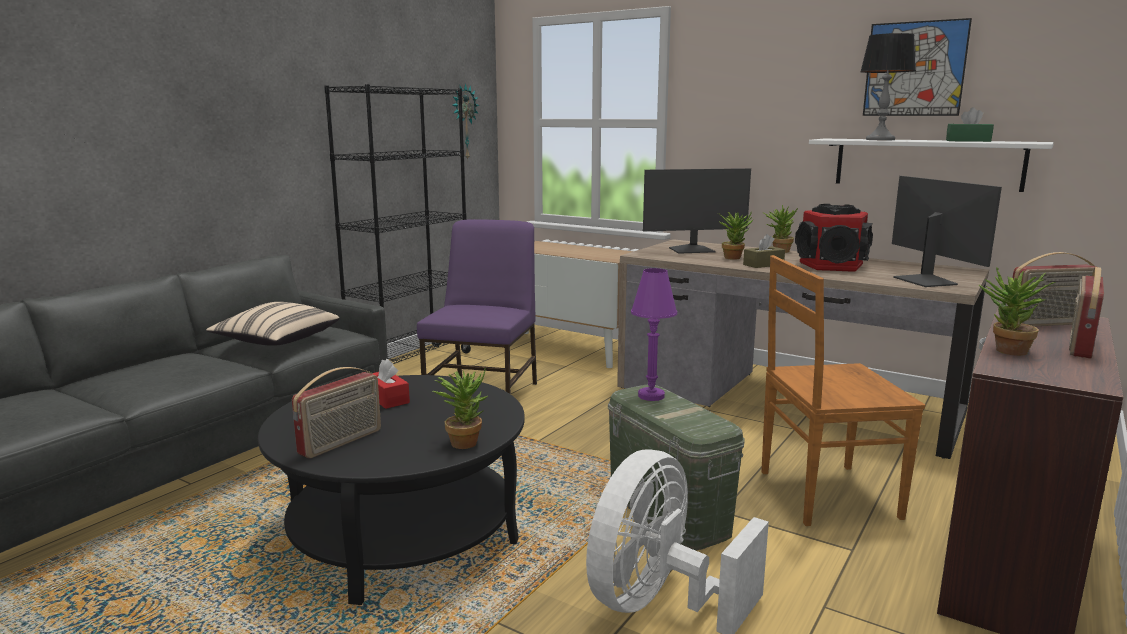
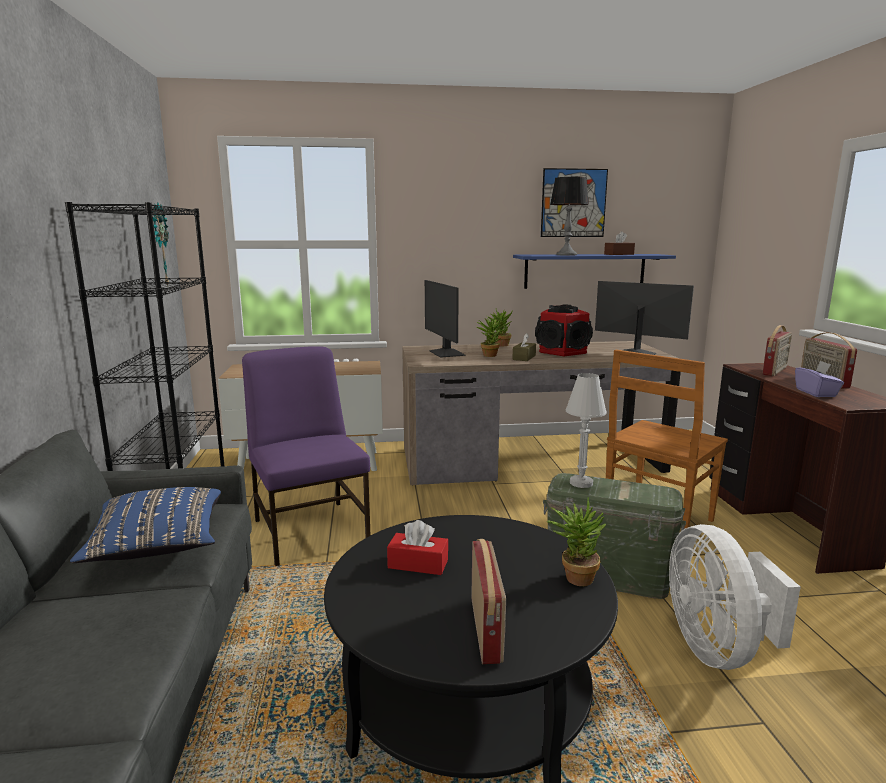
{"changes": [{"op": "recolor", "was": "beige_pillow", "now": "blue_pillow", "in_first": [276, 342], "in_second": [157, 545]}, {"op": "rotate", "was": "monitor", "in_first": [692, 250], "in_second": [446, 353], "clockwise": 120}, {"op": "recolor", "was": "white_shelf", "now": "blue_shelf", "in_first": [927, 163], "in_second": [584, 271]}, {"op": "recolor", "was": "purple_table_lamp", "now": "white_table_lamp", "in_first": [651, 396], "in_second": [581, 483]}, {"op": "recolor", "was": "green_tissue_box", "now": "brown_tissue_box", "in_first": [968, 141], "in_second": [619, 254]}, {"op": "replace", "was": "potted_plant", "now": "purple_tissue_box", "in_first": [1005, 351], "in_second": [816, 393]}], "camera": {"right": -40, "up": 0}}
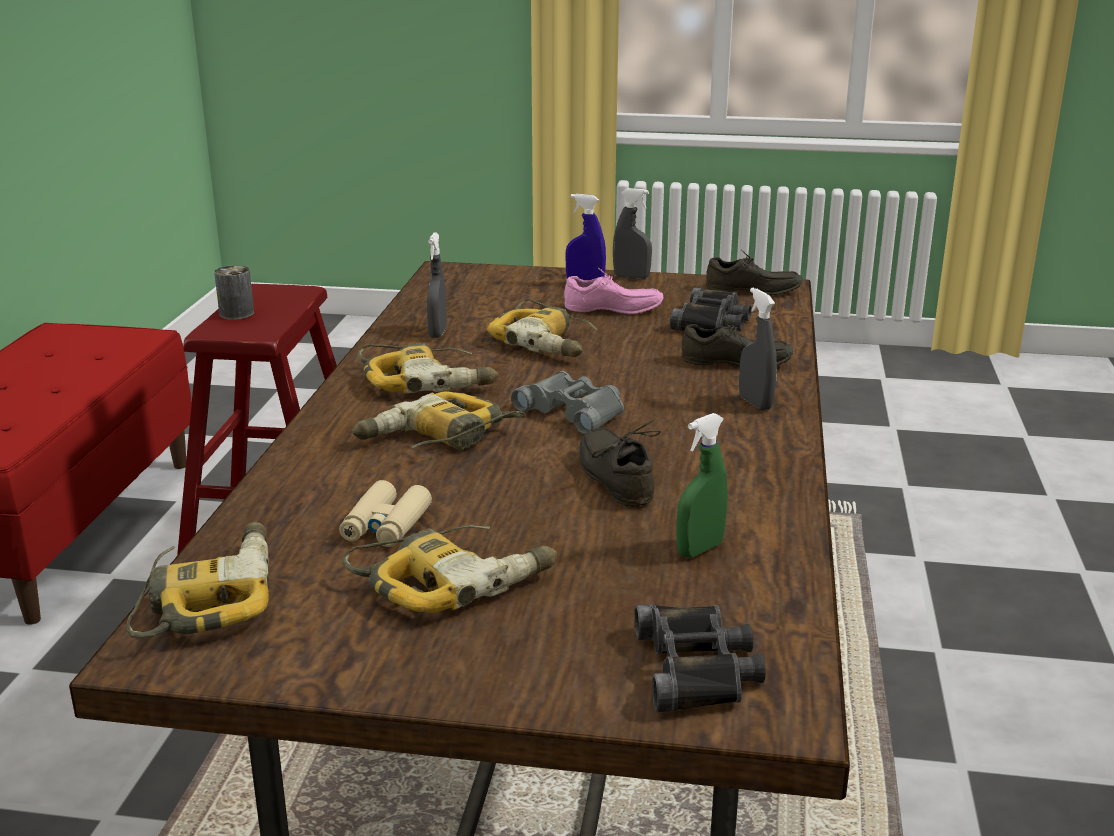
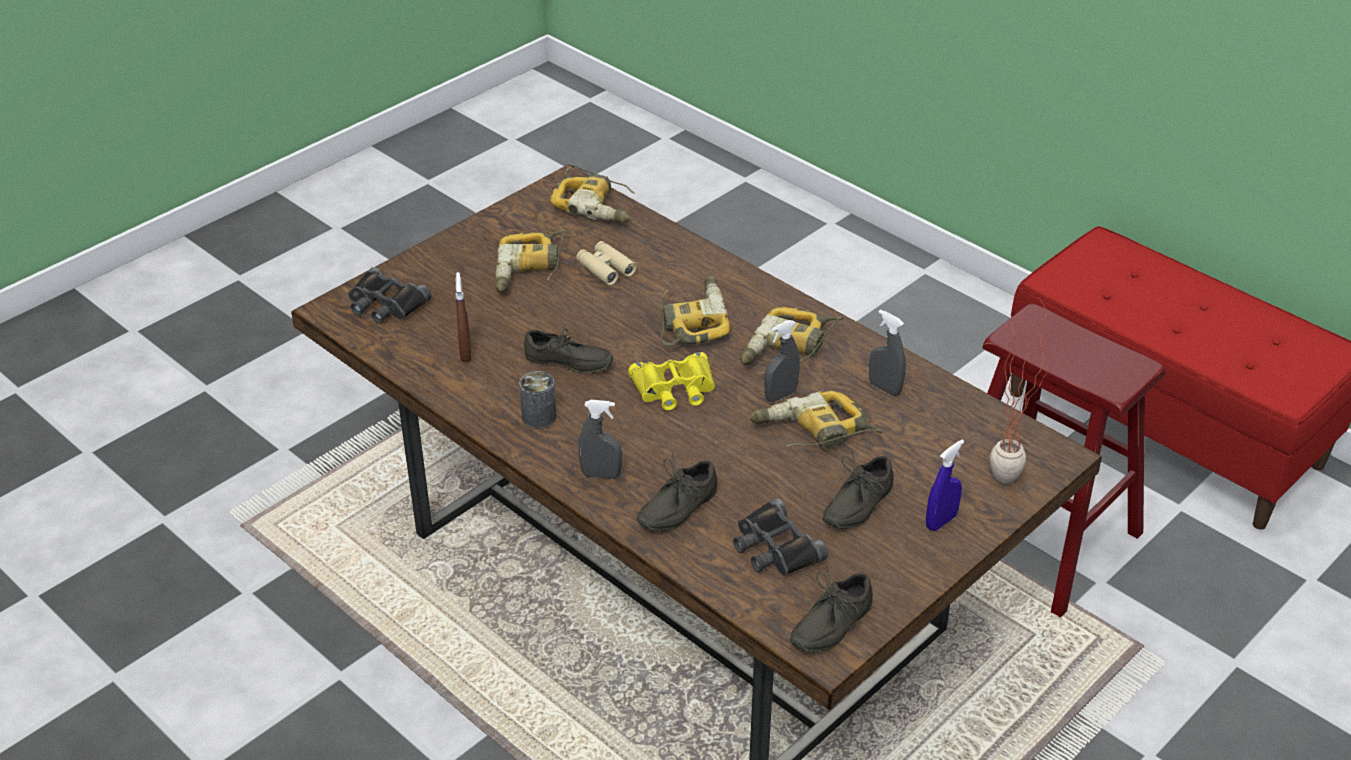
{"changes": [{"op": "recolor", "was": "green_spray_bottle", "now": "brown_spray_bottle", "in_first": [700, 549], "in_second": [465, 353]}, {"op": "move", "was": "can", "in_first": [236, 313], "in_second": [539, 417]}, {"op": "recolor", "was": "grey_binoculars", "now": "yellow_binoculars", "in_first": [574, 411], "in_second": [674, 389]}, {"op": "move", "was": "grey_spray_bottle", "in_first": [631, 277], "in_second": [780, 395]}, {"op": "recolor", "was": "pink_shoe", "now": "grey_shoe", "in_first": [613, 310], "in_second": [855, 504]}, {"op": "insert", "now": "potted_plant", "in_second": [1013, 475]}], "camera": {"right": 125, "up": 15}}
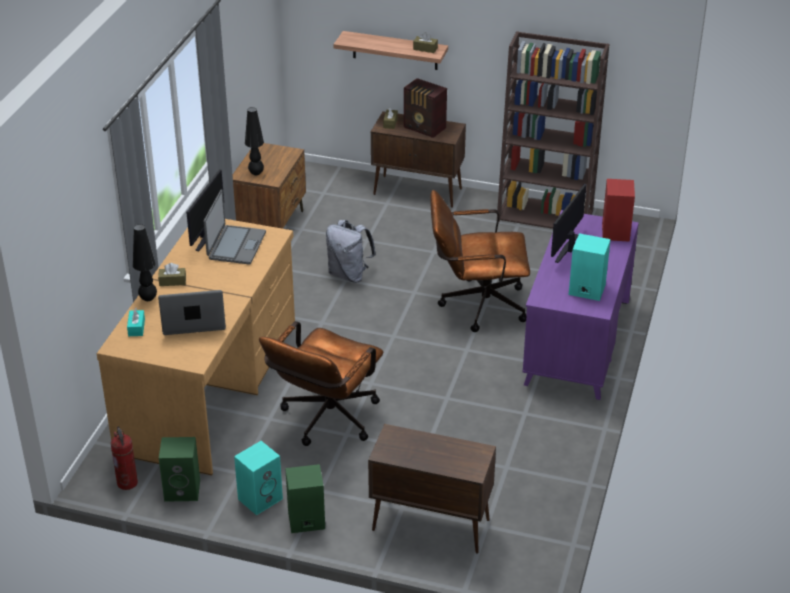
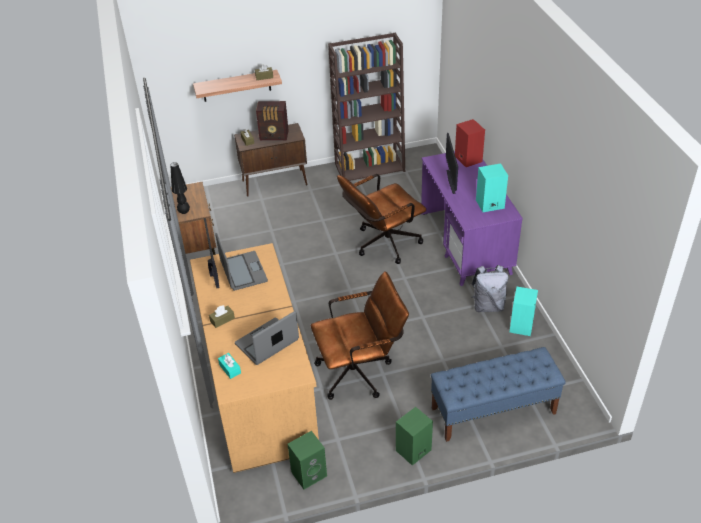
{"changes": [{"op": "rotate", "was": "brown_office_chair", "in_first": [325, 421], "in_second": [360, 371], "clockwise": -105}, {"op": "replace", "was": "brown_cabinet", "now": "blue_bench", "in_first": [429, 525], "in_second": [493, 411]}, {"op": "move", "was": "grey_backpack", "in_first": [349, 274], "in_second": [488, 306]}, {"op": "move", "was": "turquoise_speaker", "in_first": [260, 498], "in_second": [520, 325]}, {"op": "delete", "was": "fire_extinguisher", "in_first": [128, 483]}, {"op": "delete", "was": "black_table_lamp", "in_first": [148, 298]}], "camera": {"right": -30, "up": 5}}
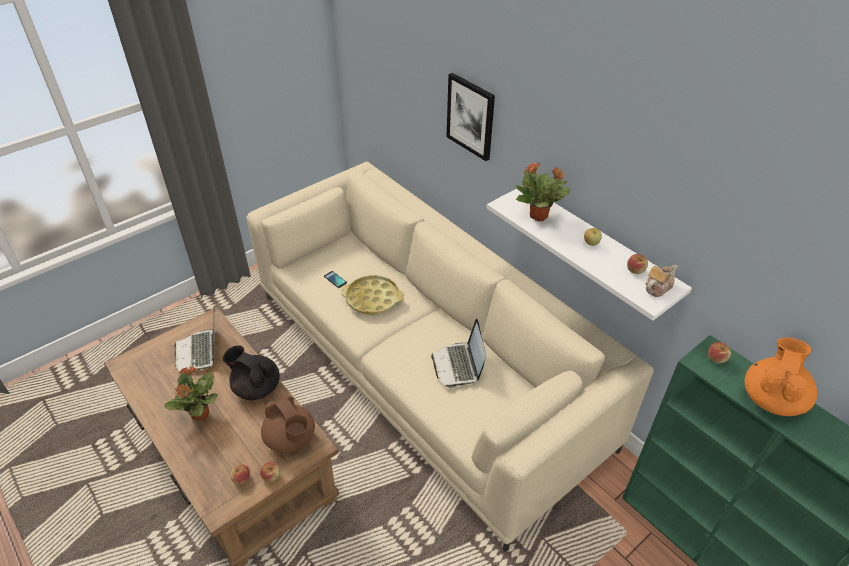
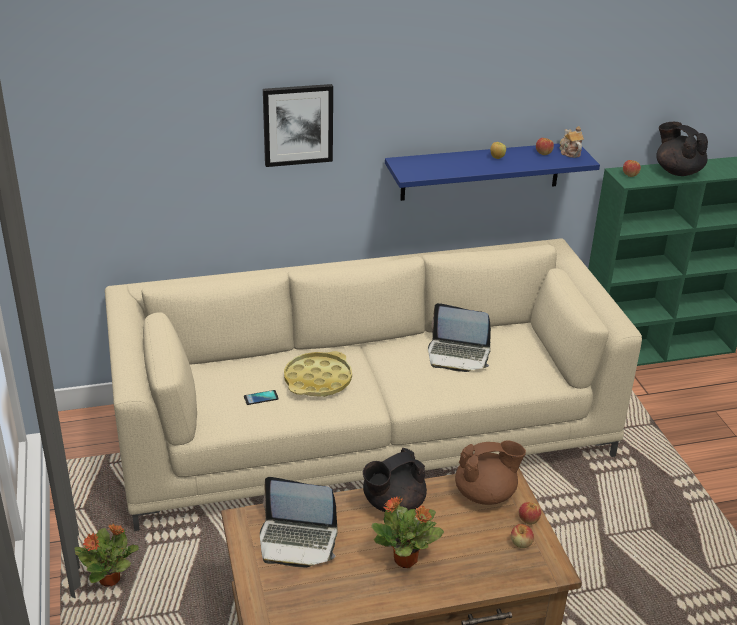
{"changes": [{"op": "move", "was": "potted_plant", "in_first": [539, 216], "in_second": [110, 579]}, {"op": "recolor", "was": "white_shelf", "now": "blue_shelf", "in_first": [596, 250], "in_second": [481, 171]}, {"op": "recolor", "was": "orange_teapot", "now": "black_teapot", "in_first": [772, 399], "in_second": [677, 171]}], "camera": {"right": -65, "up": -10}}
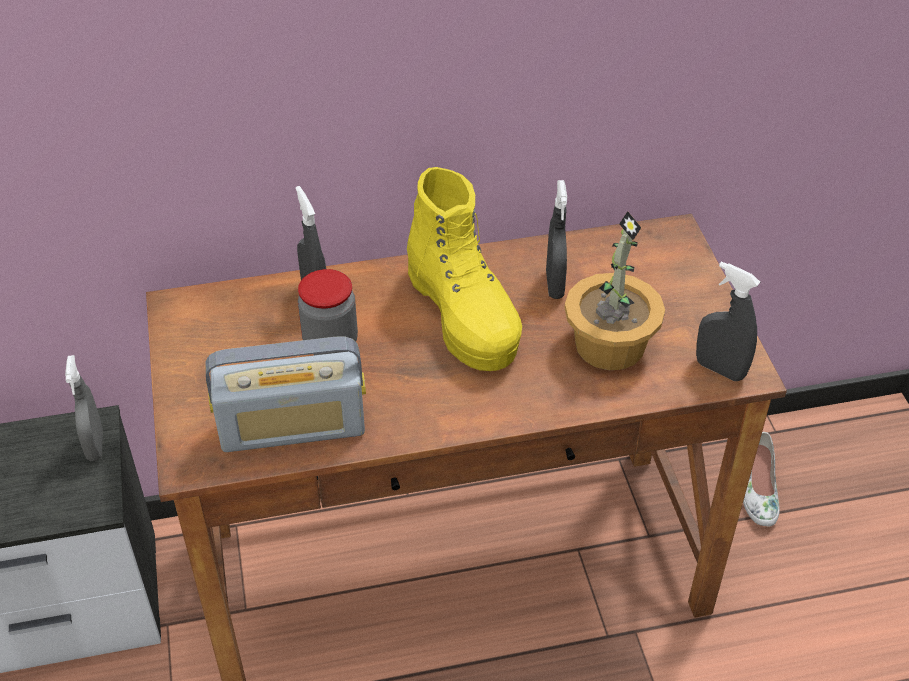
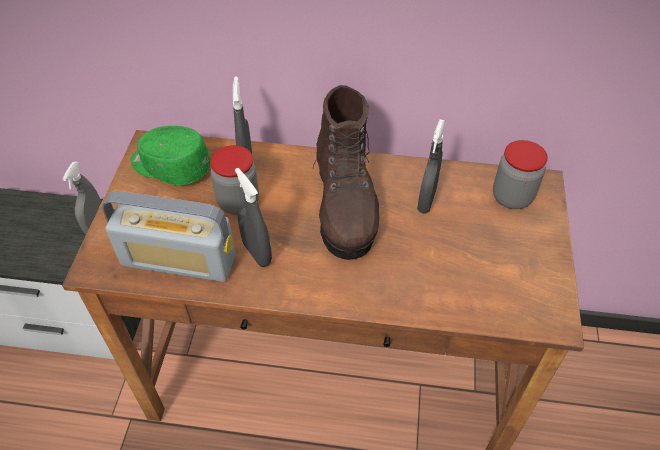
{"changes": [{"op": "insert", "now": "green_cap", "in_second": [170, 166]}, {"op": "move", "was": "grey_spray_bottle", "in_first": [720, 369], "in_second": [257, 253]}, {"op": "recolor", "was": "yellow_boot", "now": "brown_boot", "in_first": [463, 315], "in_second": [345, 207]}, {"op": "insert", "now": "jar", "in_second": [512, 197]}, {"op": "delete", "was": "potted_plant", "in_first": [608, 344]}, {"op": "delete", "was": "white_shoe", "in_first": [758, 489]}], "camera": {"right": 20, "up": 5}}
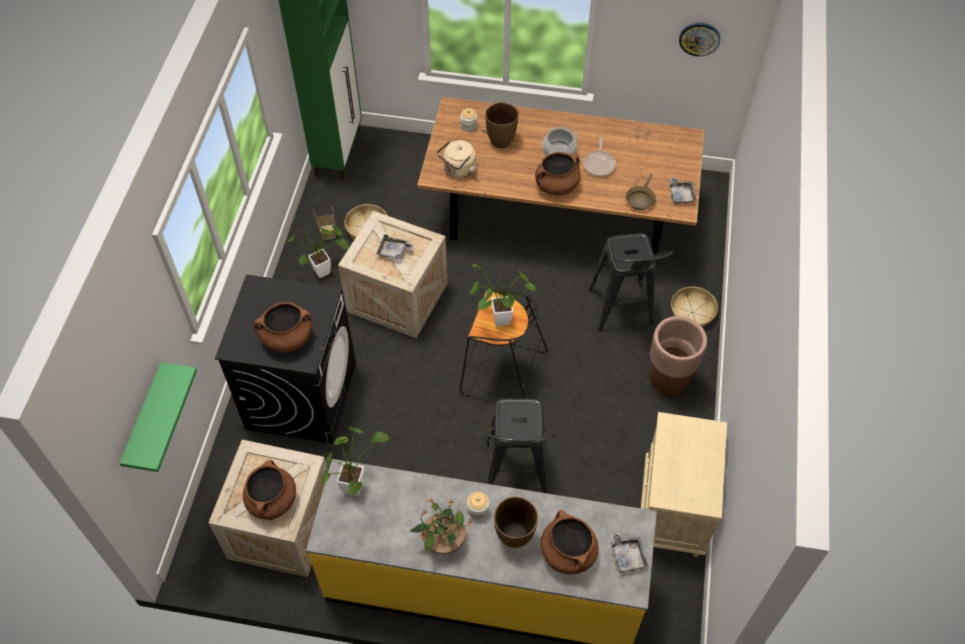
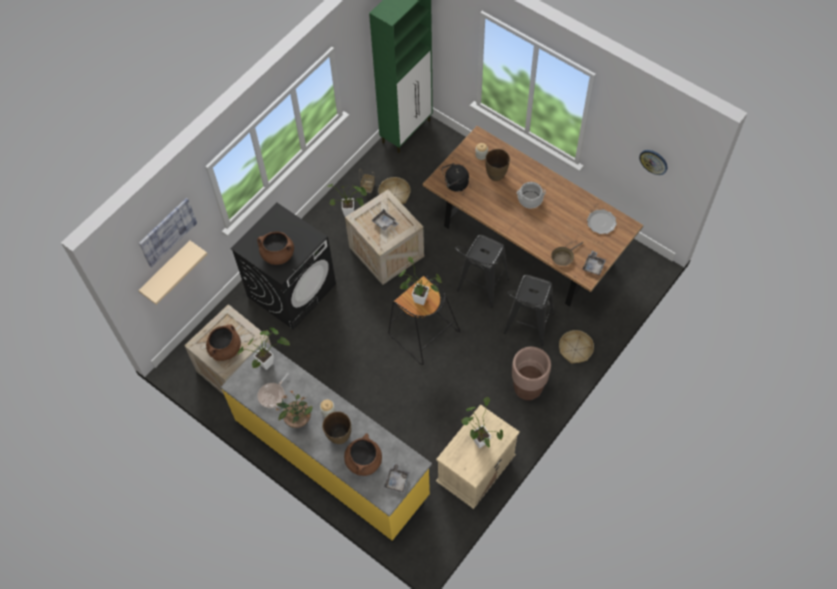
{"changes": [{"op": "recolor", "was": "green_shelf", "now": "beige_shelf", "in_first": [145, 421], "in_second": [167, 271]}, {"op": "insert", "now": "picture", "in_second": [167, 231]}, {"op": "move", "was": "frying_pan", "in_first": [599, 164], "in_second": [273, 395]}, {"op": "recolor", "was": "beige_kettle", "now": "black_kettle", "in_first": [458, 170], "in_second": [455, 184]}, {"op": "move", "was": "black_stool", "in_first": [516, 475], "in_second": [480, 289]}, {"op": "insert", "now": "potted_plant", "in_second": [478, 439]}, {"op": "insert", "now": "plate", "in_second": [601, 222]}, {"op": "delete", "was": "brown_cooking_pot", "in_first": [556, 186]}], "camera": {"right": 30, "up": 5}}
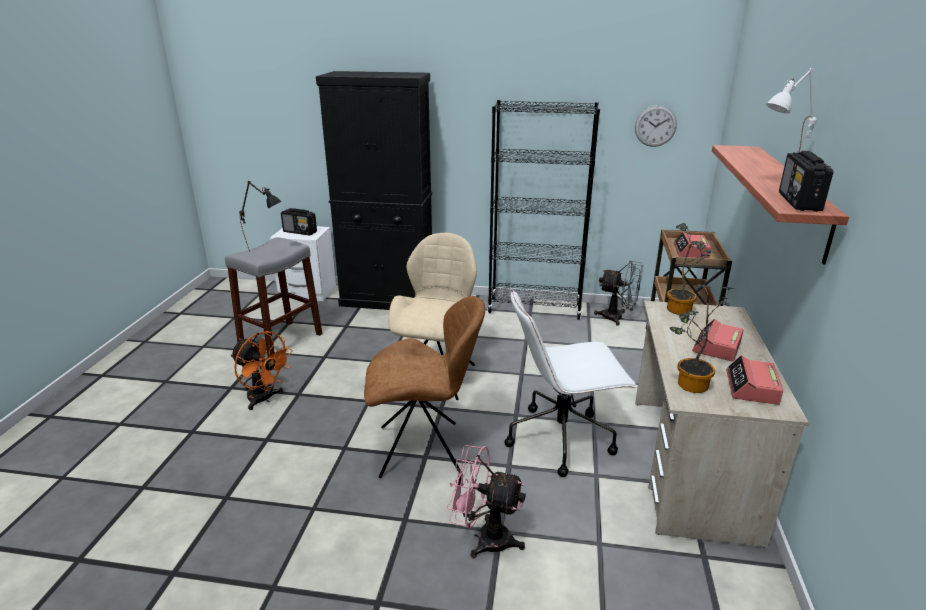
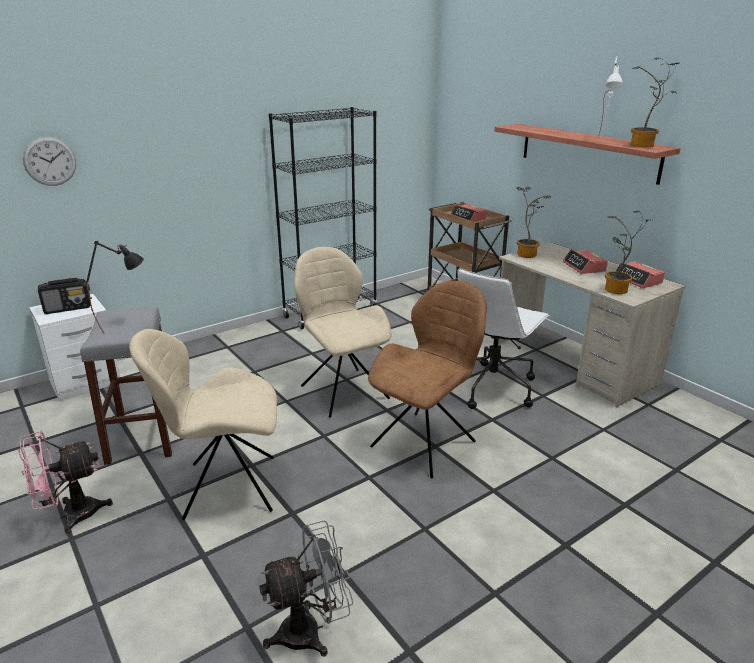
{"changes": [{"op": "move", "was": "pink_fan", "in_first": [484, 538], "in_second": [71, 515]}, {"op": "move", "was": "wall_clock", "in_first": [655, 126], "in_second": [50, 161]}, {"op": "replace", "was": "orange_fan", "now": "beige_chair", "in_first": [264, 399], "in_second": [226, 487]}, {"op": "move", "was": "grey_fan", "in_first": [618, 318], "in_second": [311, 631]}, {"op": "replace", "was": "radio", "now": "potted_plant", "in_first": [799, 202], "in_second": [644, 146]}, {"op": "delete", "was": "black_cabinet", "in_first": [388, 300]}], "camera": {"right": -45, "up": 0}}
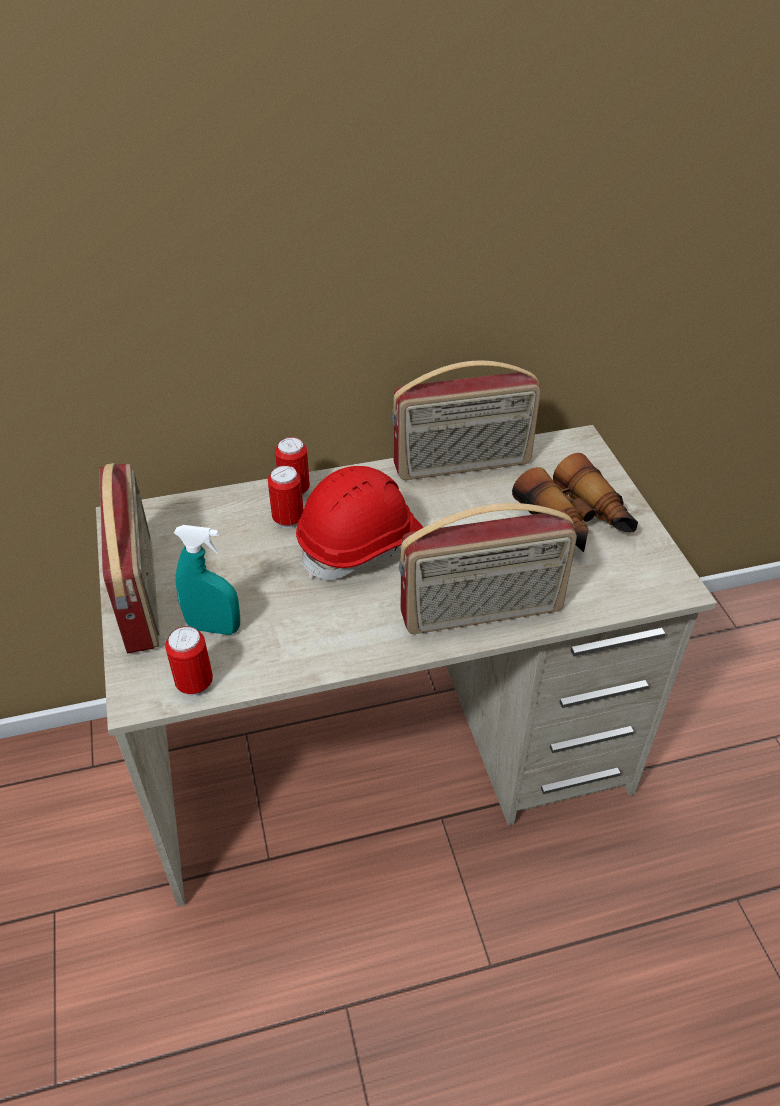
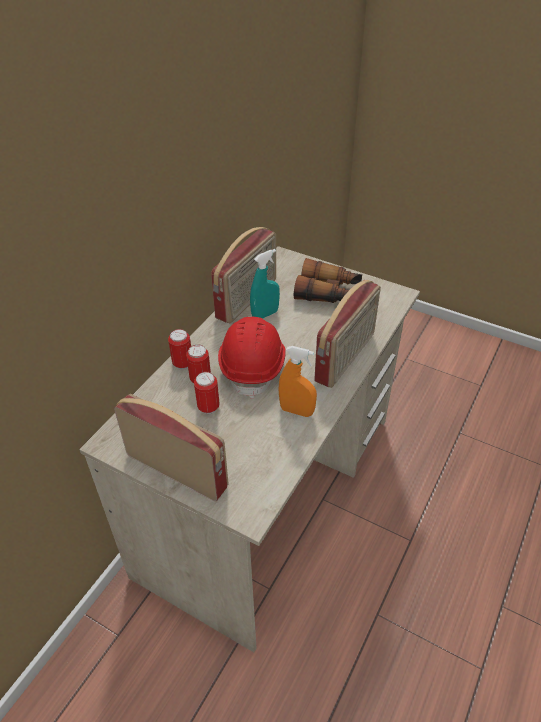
{"changes": [{"op": "move", "was": "can", "in_first": [194, 684], "in_second": [208, 407]}, {"op": "move", "was": "turquoise_spray_bottle", "in_first": [214, 627], "in_second": [265, 314]}, {"op": "insert", "now": "orange_spray_bottle", "in_second": [296, 411]}], "camera": {"right": -45, "up": 0}}
